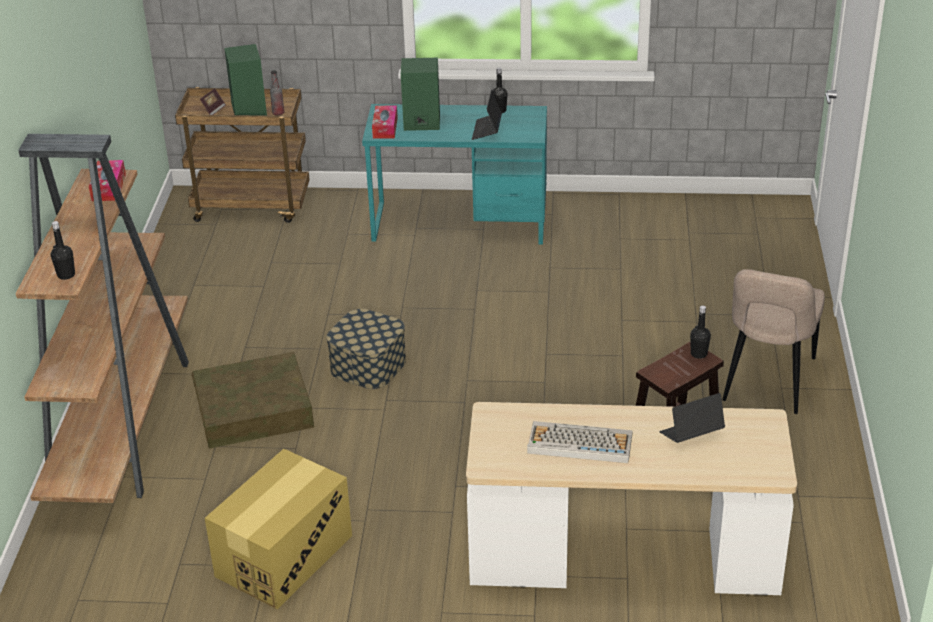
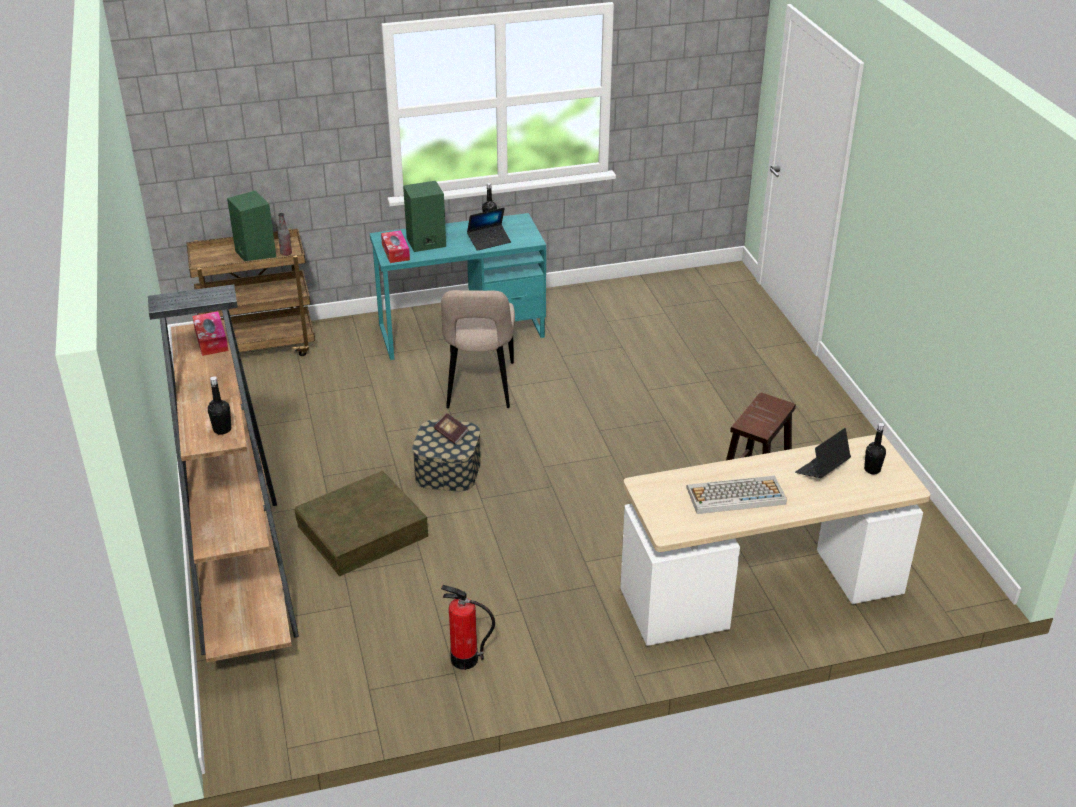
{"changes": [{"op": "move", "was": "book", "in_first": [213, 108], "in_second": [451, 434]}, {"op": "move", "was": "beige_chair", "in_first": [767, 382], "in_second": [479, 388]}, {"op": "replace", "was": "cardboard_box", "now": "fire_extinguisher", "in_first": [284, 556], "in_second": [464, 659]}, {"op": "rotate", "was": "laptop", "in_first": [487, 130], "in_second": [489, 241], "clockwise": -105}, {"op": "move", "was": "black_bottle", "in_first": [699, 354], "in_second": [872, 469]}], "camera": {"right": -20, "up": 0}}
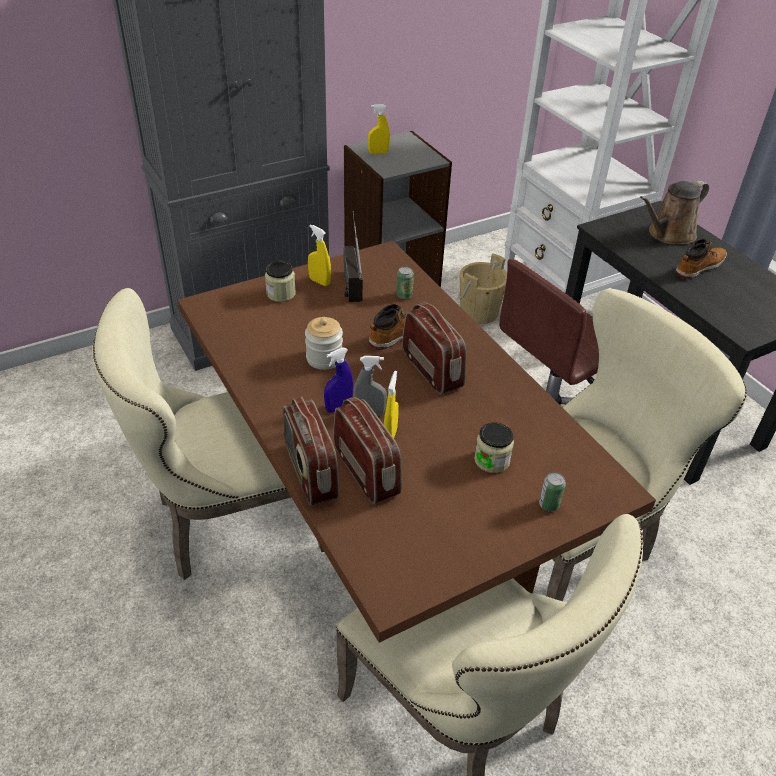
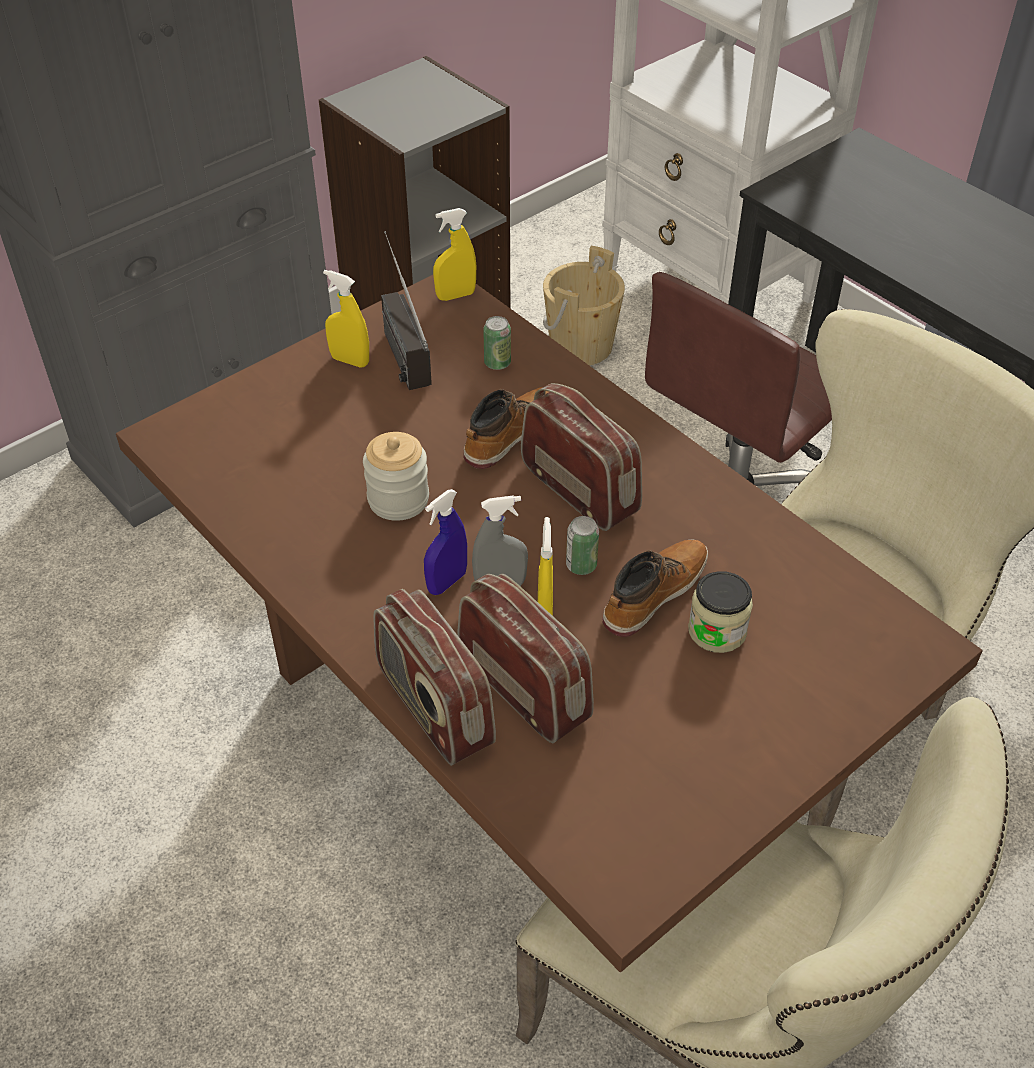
{"changes": [{"op": "move", "was": "yellow_spray_bottle", "in_first": [378, 152], "in_second": [455, 295]}, {"op": "move", "was": "can", "in_first": [549, 505], "in_second": [581, 565]}, {"op": "move", "was": "boot", "in_first": [698, 267], "in_second": [653, 593]}, {"op": "delete", "was": "beige_chair", "in_first": [230, 522]}, {"op": "delete", "was": "jar", "in_first": [281, 293]}, {"op": "delete", "was": "brown_watering_can", "in_first": [668, 234]}], "camera": {"right": -10, "up": 5}}
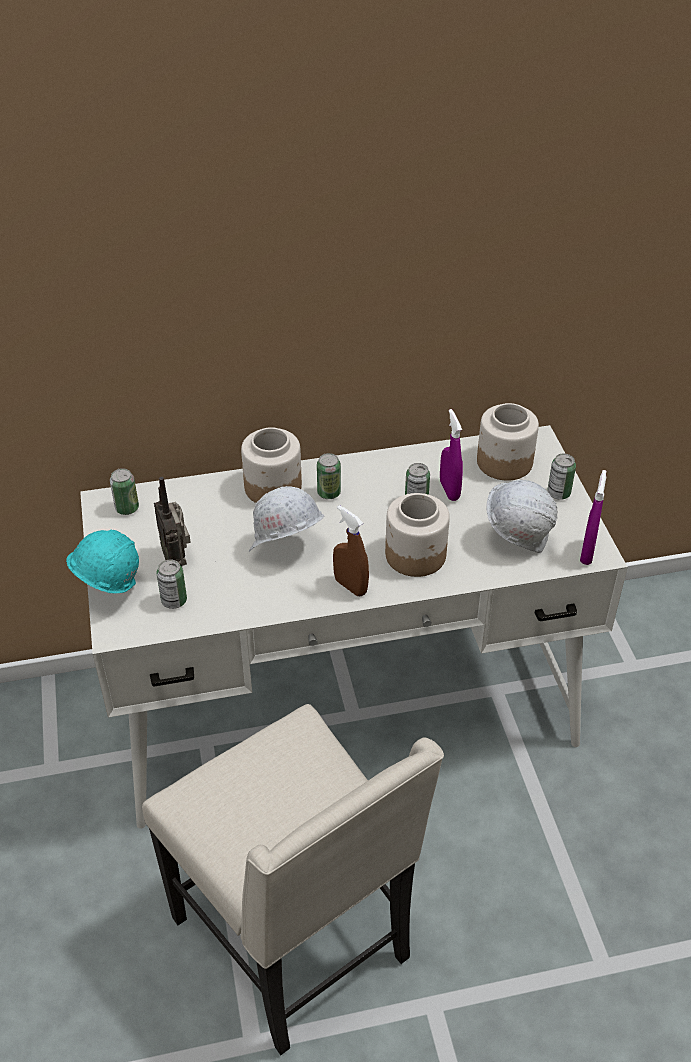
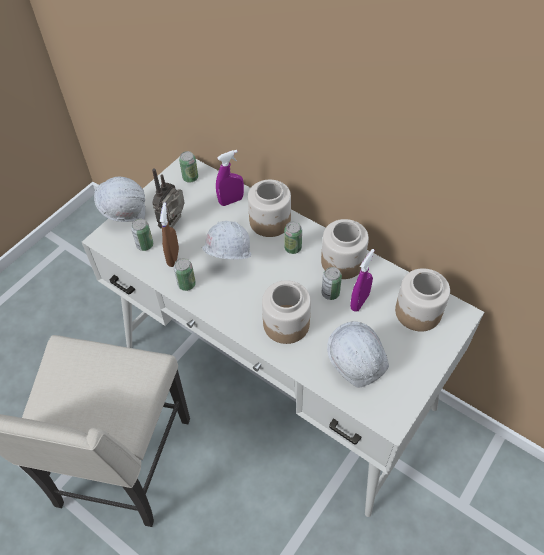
{"changes": [{"op": "recolor", "was": "turquoise_hard_hat", "now": "white_hard_hat", "in_first": [108, 591], "in_second": [126, 215]}, {"op": "move", "was": "brown_spray_bottle", "in_first": [350, 586], "in_second": [173, 257]}, {"op": "move", "was": "can", "in_first": [558, 493], "in_second": [186, 284]}, {"op": "move", "was": "purple_spray_bottle", "in_first": [587, 553], "in_second": [231, 201]}, {"op": "insert", "now": "jar", "in_second": [342, 262]}], "camera": {"right": 50, "up": 10}}
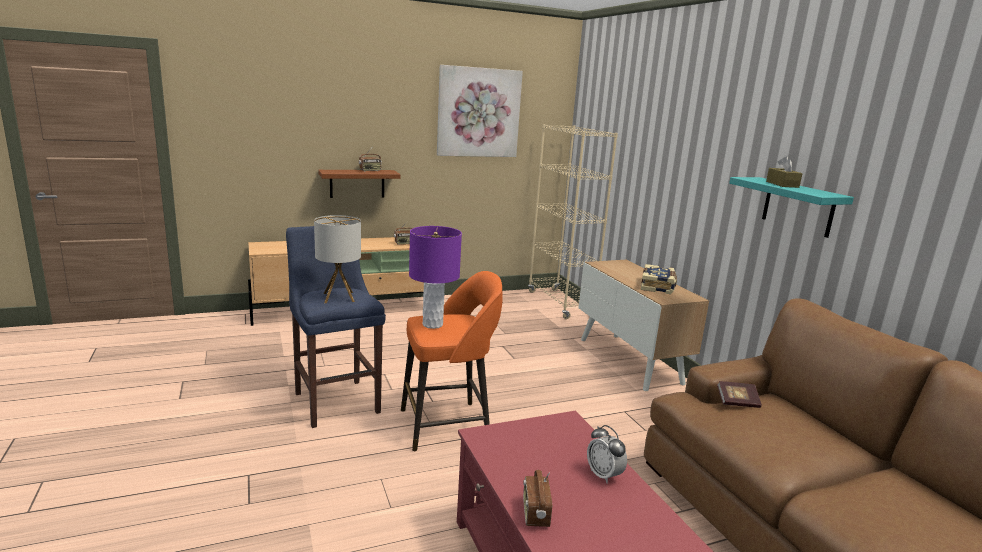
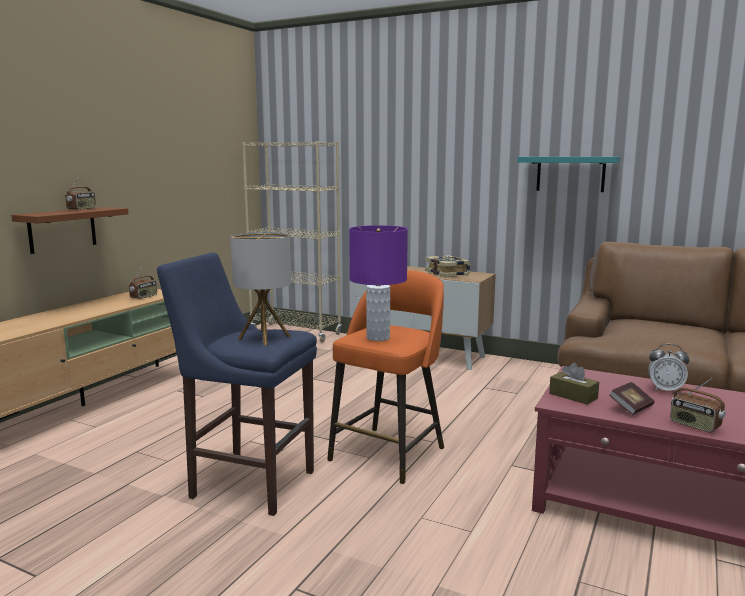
{"changes": [{"op": "move", "was": "brown_tissue_box", "in_first": [782, 184], "in_second": [573, 396]}, {"op": "move", "was": "book", "in_first": [737, 402], "in_second": [631, 408]}, {"op": "delete", "was": "picture", "in_first": [478, 112]}], "camera": {"right": -40, "up": -5}}
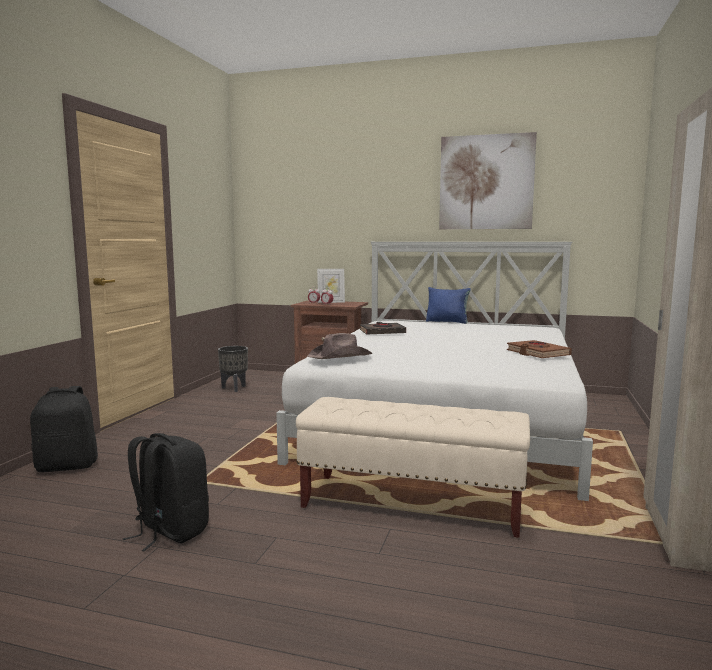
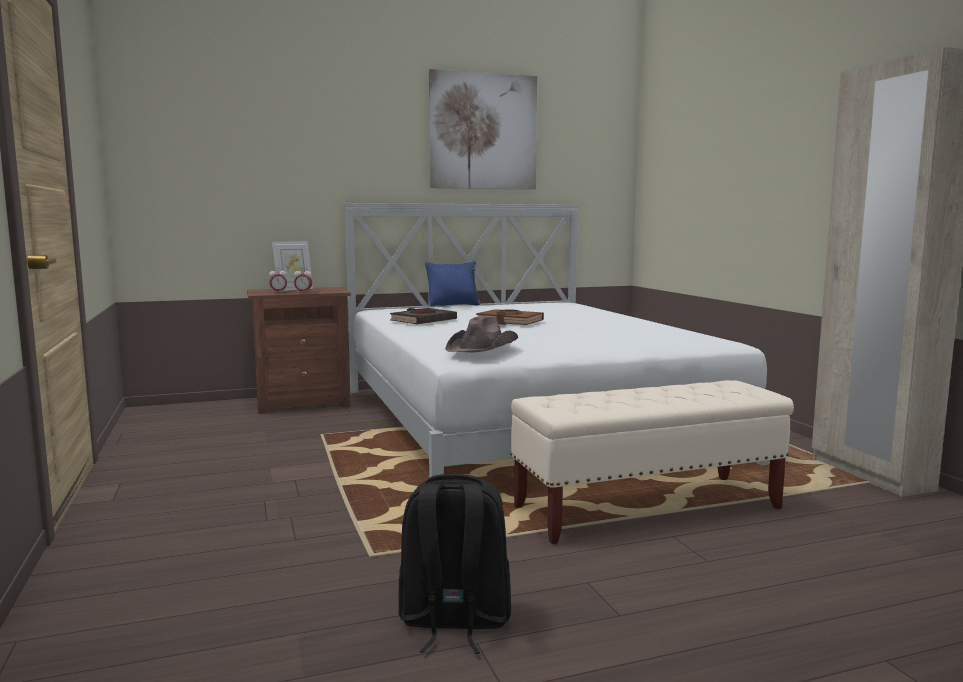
{"changes": [{"op": "move", "was": "brown_book", "in_first": [537, 353], "in_second": [509, 322]}, {"op": "delete", "was": "black_backpack", "in_first": [67, 466]}, {"op": "delete", "was": "black_planter", "in_first": [234, 388]}], "camera": {"right": -35, "up": 0}}
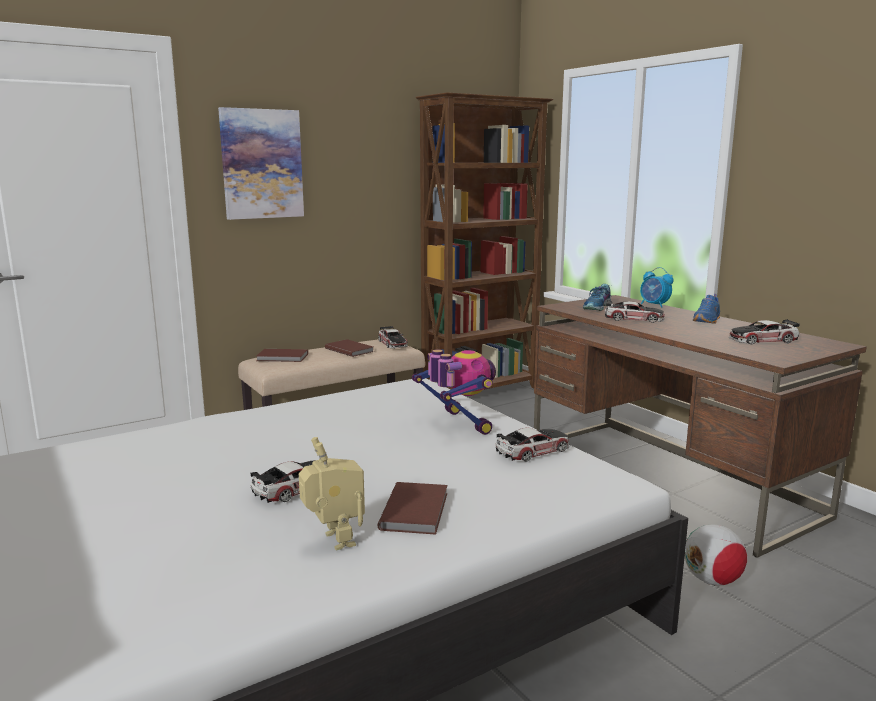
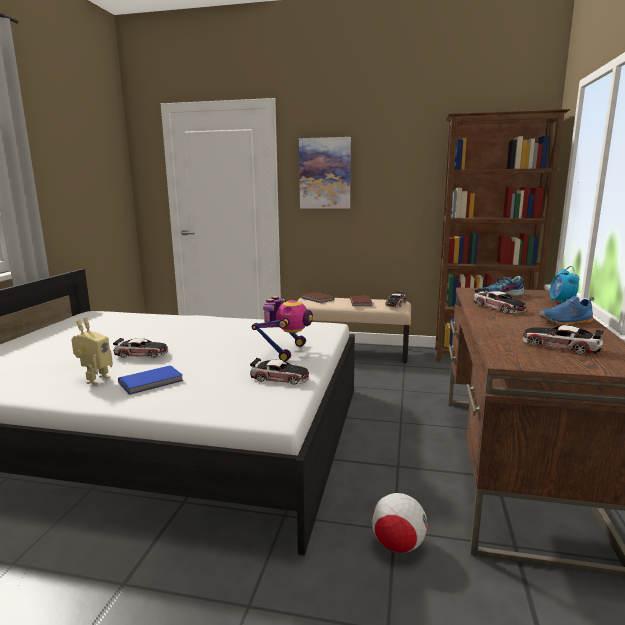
{"changes": [{"op": "recolor", "was": "brown_book", "now": "blue_book", "in_first": [417, 510], "in_second": [152, 382]}], "camera": {"right": 45, "up": 0}}
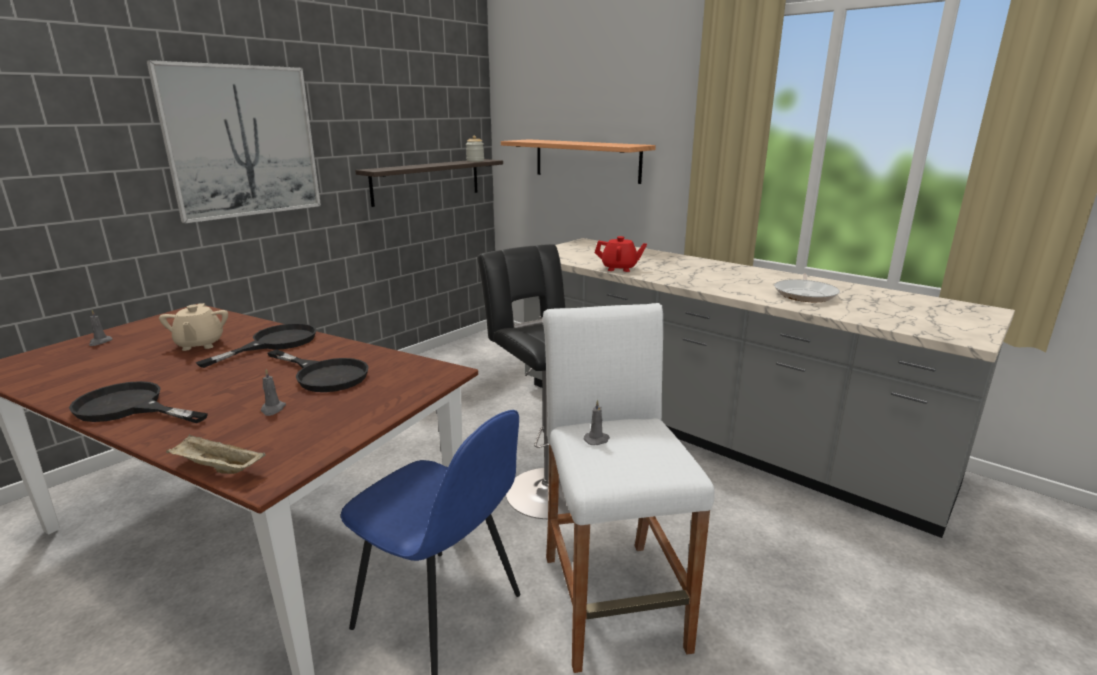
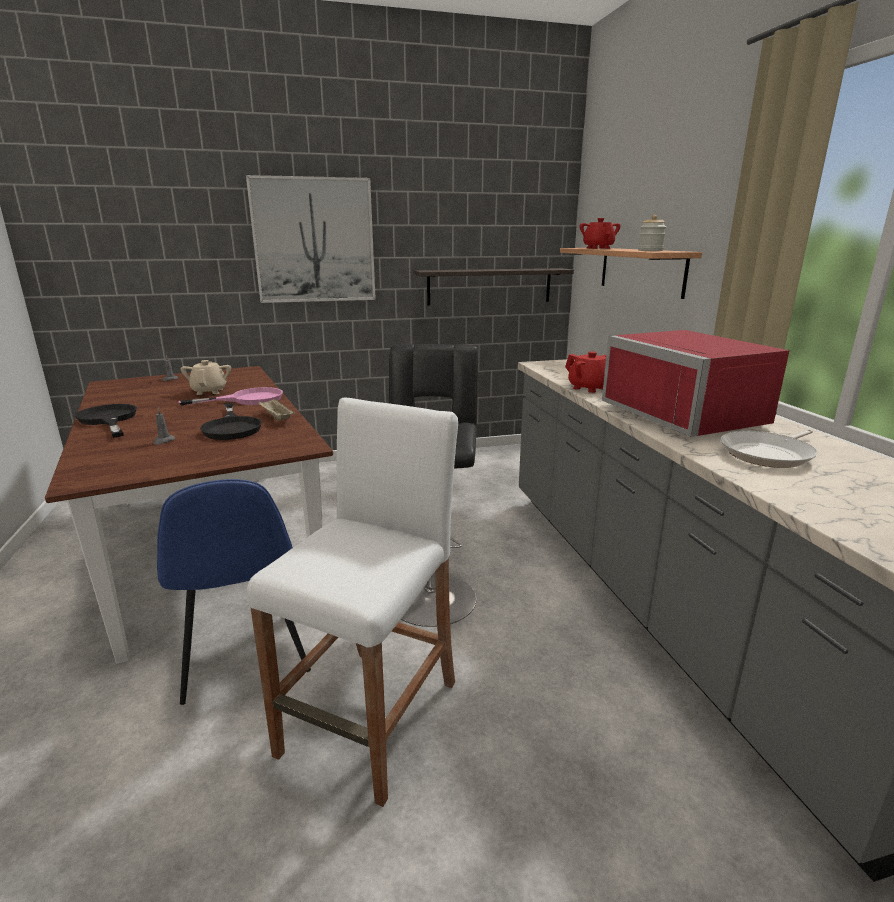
{"changes": [{"op": "recolor", "was": "black_frying_pan", "now": "pink_frying_pan", "in_first": [275, 343], "in_second": [247, 399]}, {"op": "rotate", "was": "beige_teapot", "in_first": [200, 344], "in_second": [209, 391], "clockwise": 150}, {"op": "move", "was": "beige_tray", "in_first": [217, 468], "in_second": [276, 418]}, {"op": "insert", "now": "red_teapot", "in_second": [598, 248]}, {"op": "insert", "now": "red_microwave", "in_second": [691, 415]}, {"op": "move", "was": "jar", "in_first": [475, 161], "in_second": [650, 250]}, {"op": "delete", "was": "grey_candle", "in_first": [597, 440]}], "camera": {"right": 35, "up": 0}}
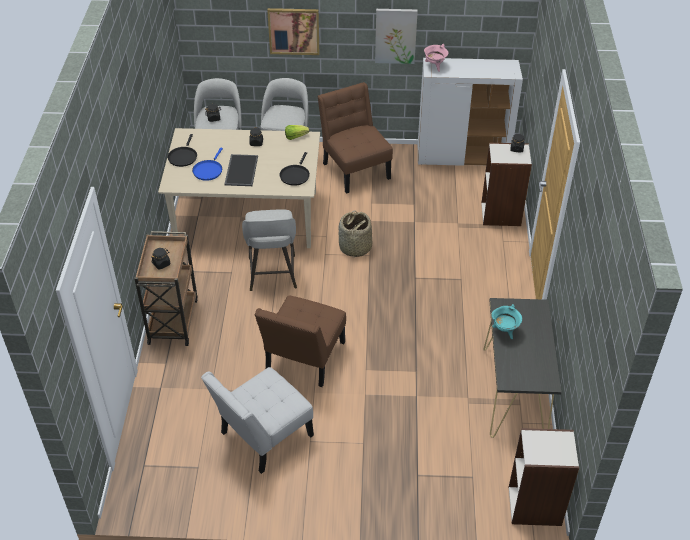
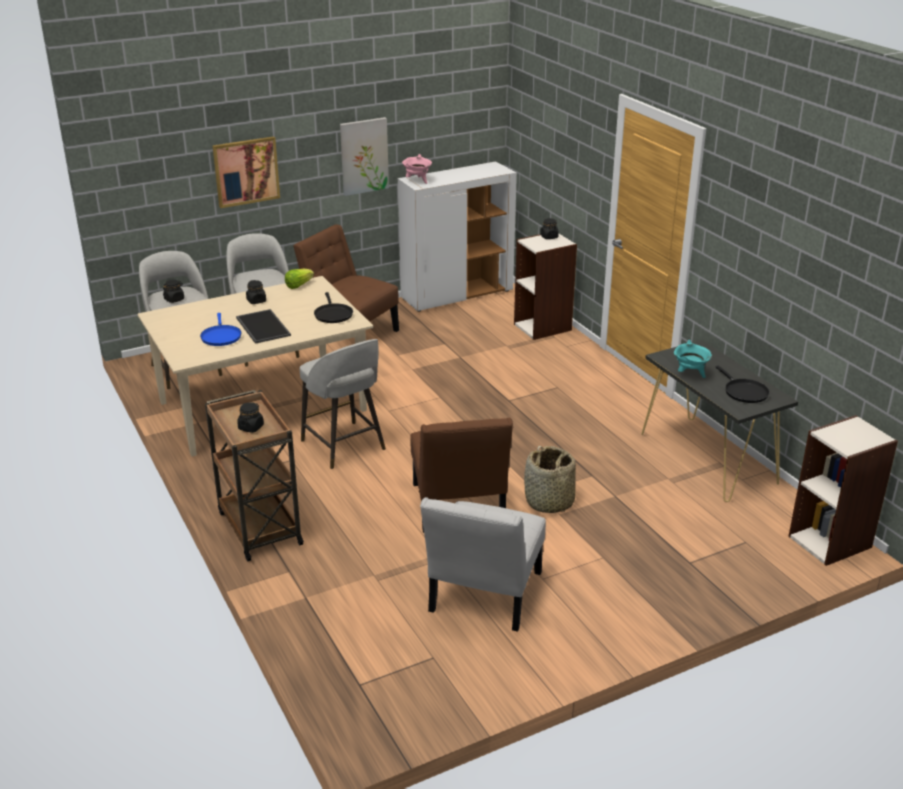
{"changes": [{"op": "move", "was": "basket", "in_first": [355, 247], "in_second": [549, 502]}, {"op": "move", "was": "black_frying_pan", "in_first": [183, 157], "in_second": [744, 392]}], "camera": {"right": -30, "up": -15}}
